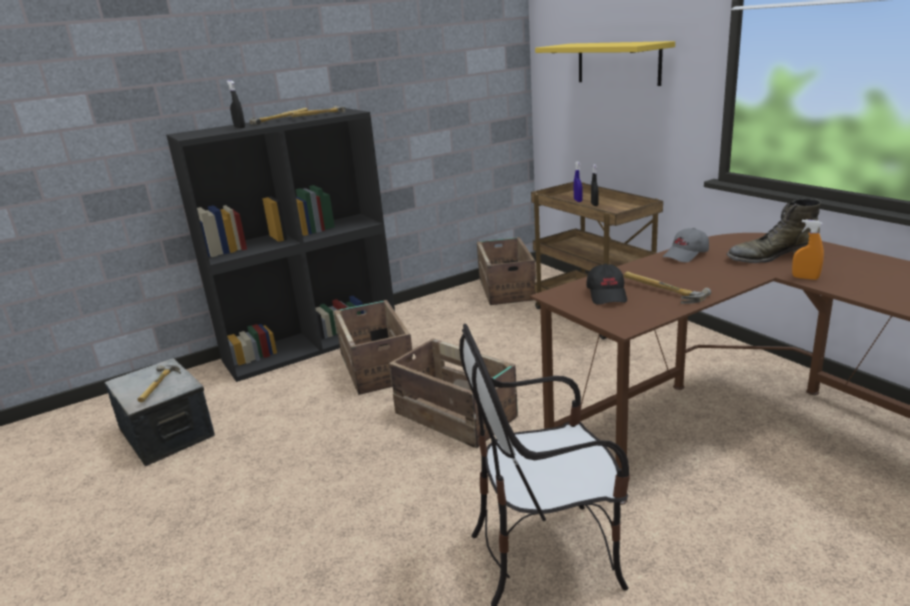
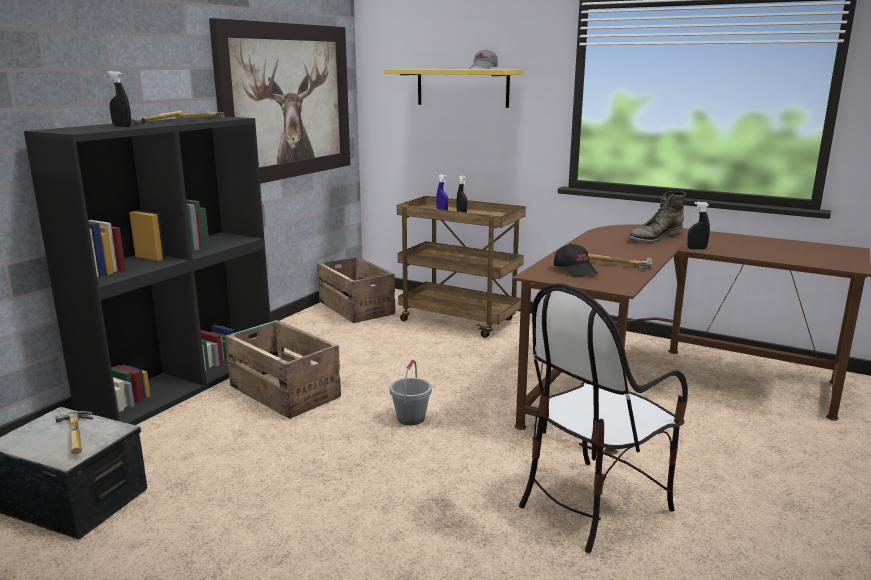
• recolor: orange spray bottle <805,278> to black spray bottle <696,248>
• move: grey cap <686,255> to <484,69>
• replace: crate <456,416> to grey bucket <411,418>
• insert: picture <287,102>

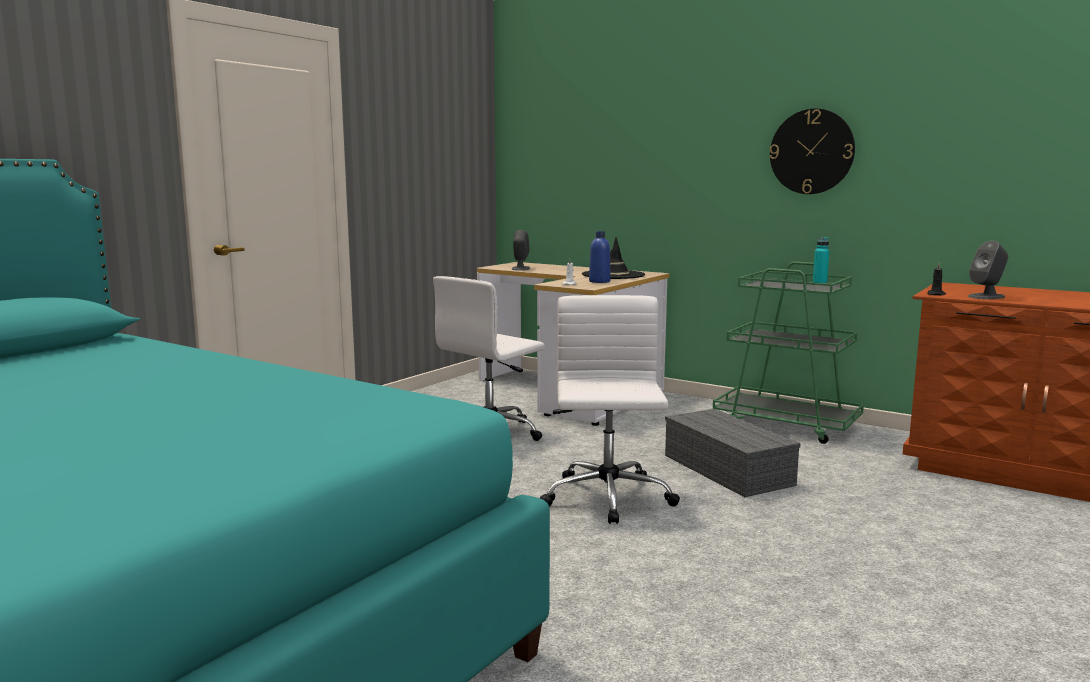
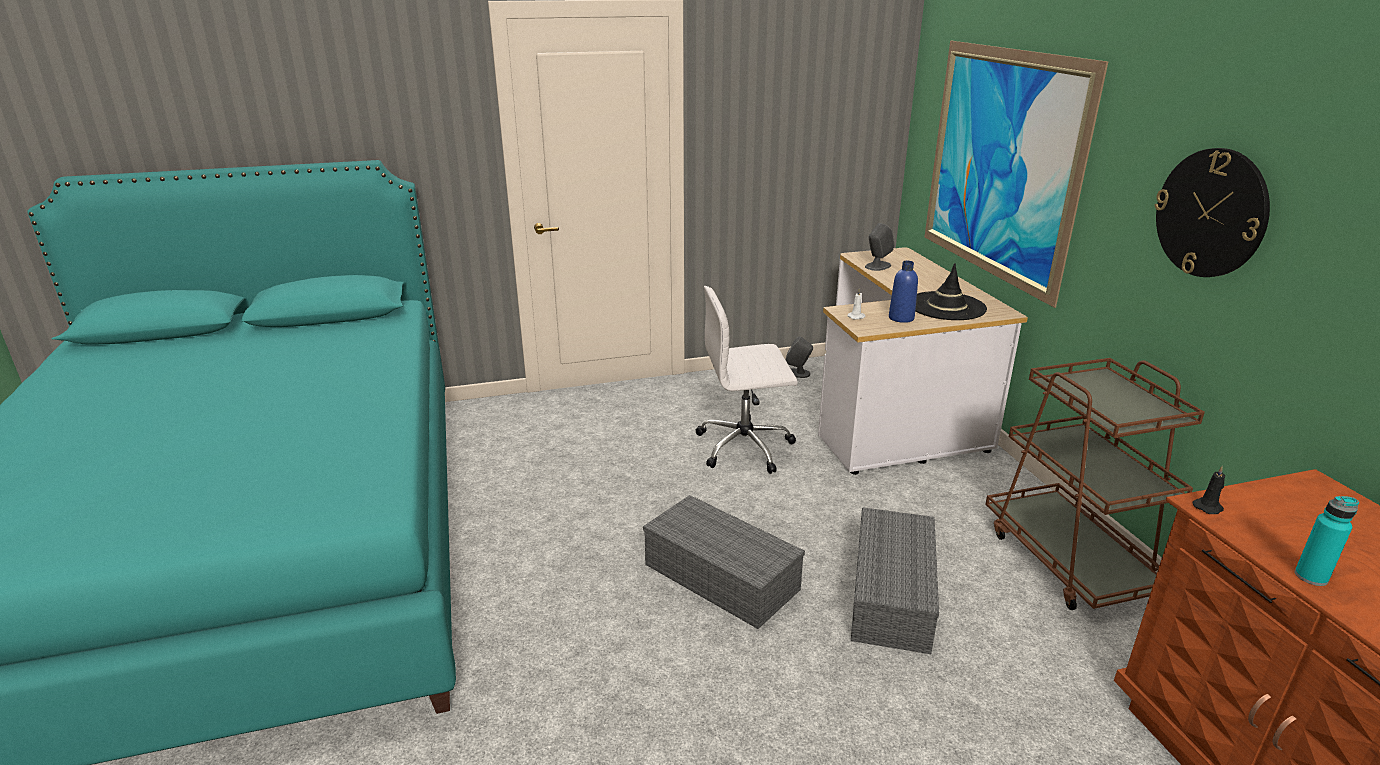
• move: turquoise bottle <819,284> to <1311,577>
• move: grey speaker <986,296> to <797,373>
• recolor: green cart <786,425> to brown cart <1069,560>
• replace: white office chair <607,499> to grey storage box <724,577>
• insert: picture <1000,165>

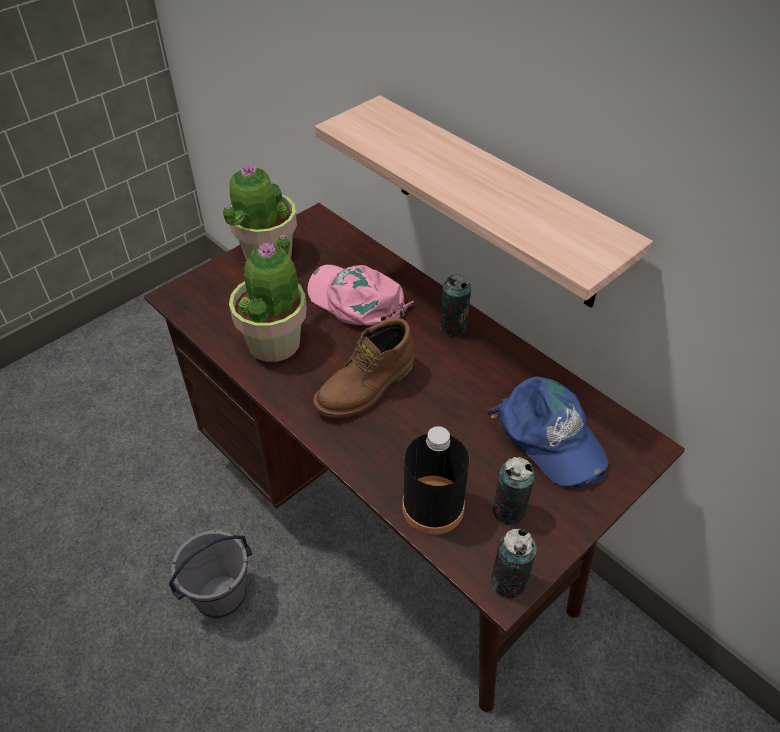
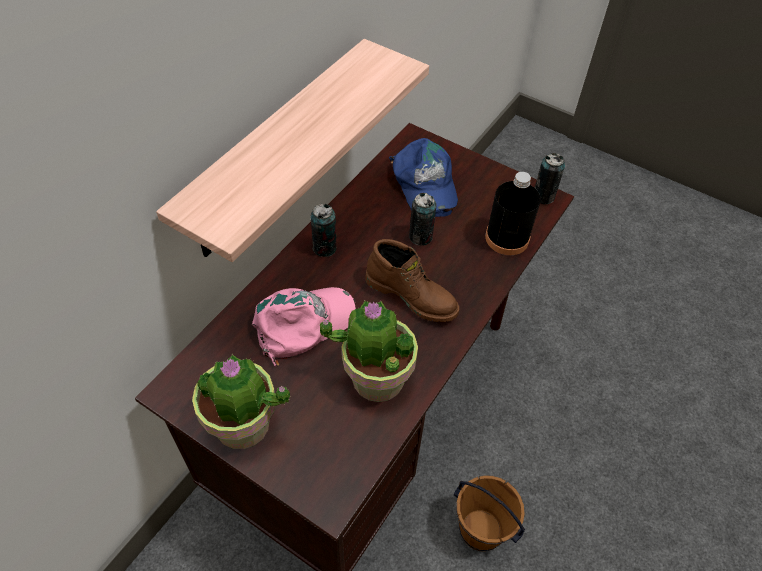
• rotate: pink cap <357,300> = <303,324> 150 degrees counterclockwise
• rotate: blue cap <549,438> = <424,184> 120 degrees clockwise
• move: can <508,511> to <420,237>
• recolor: grey bucket <221,596> to brown bucket <480,530>

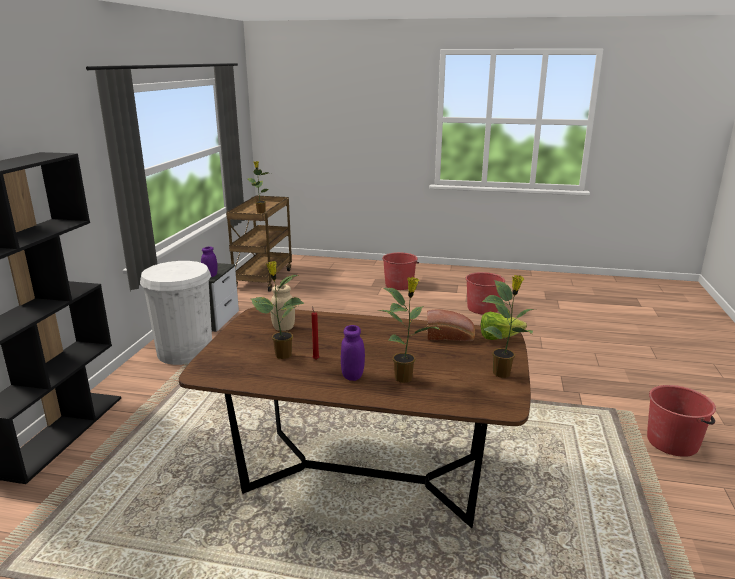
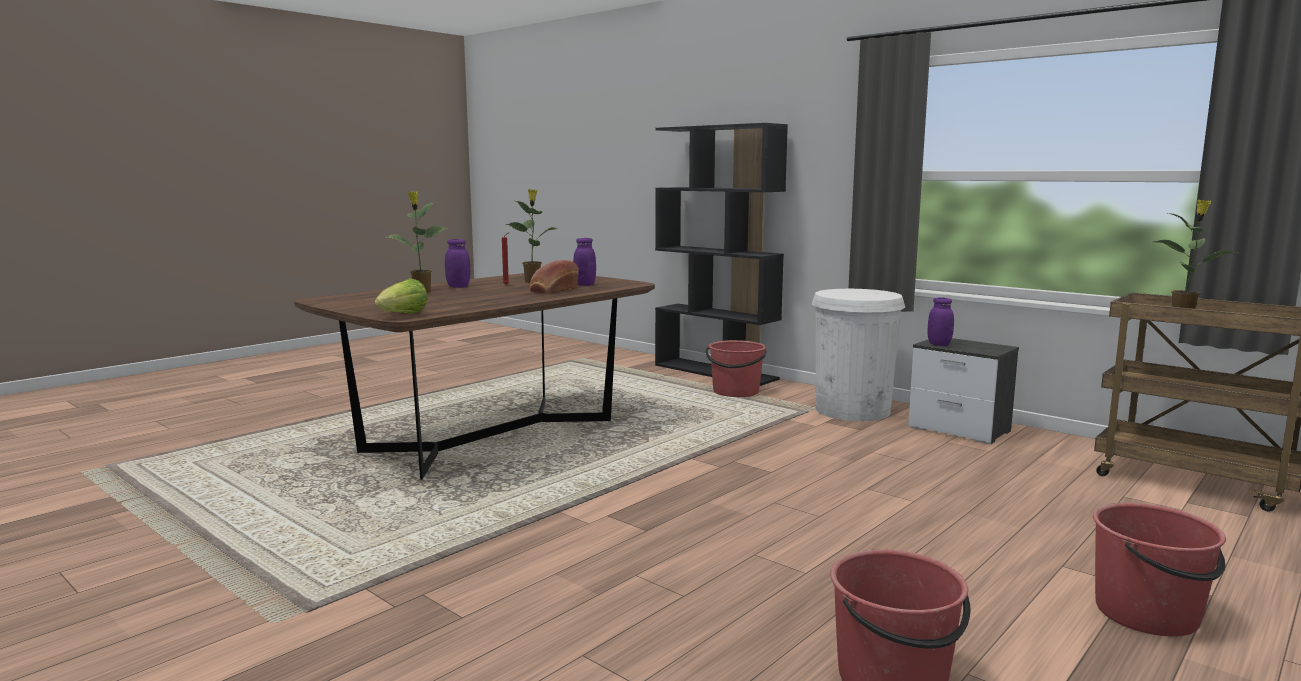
• delete: potted plant <503,373>
• recolor: beige jar <283,328> to purple jar <584,285>
• move: bread <450,336> to <553,290>
• move: red bucket <673,442> to <735,392>

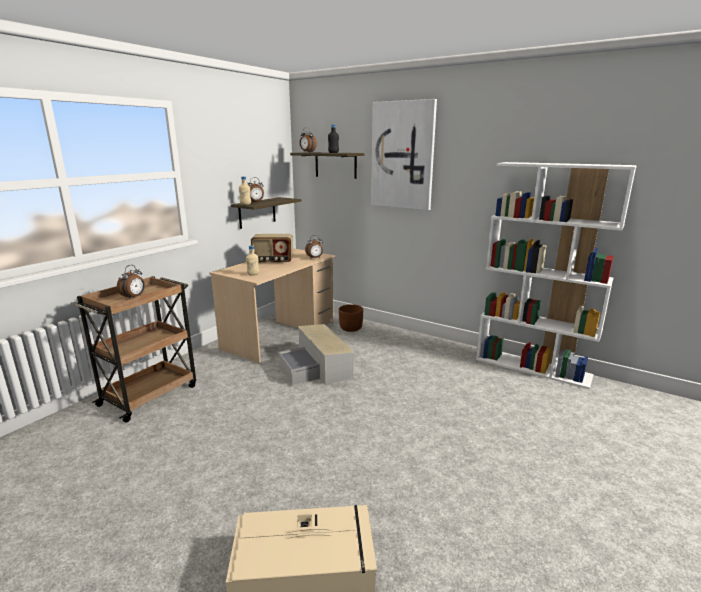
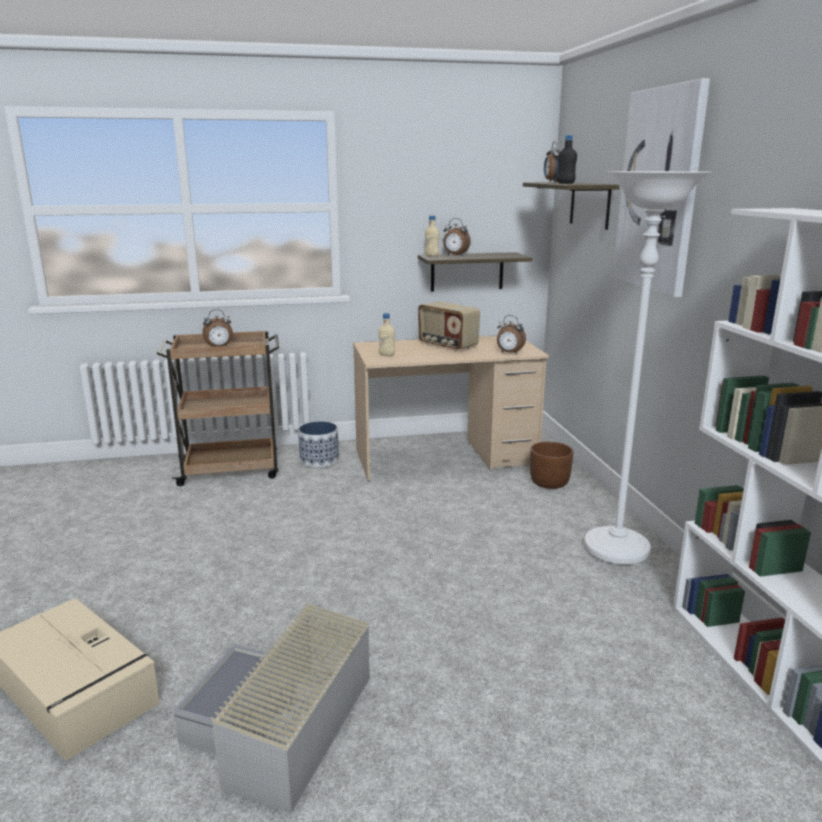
• move: grey storage box <317,367> to <280,725>
• insert: white floor lamp <616,549>
• insert: planter <319,460>

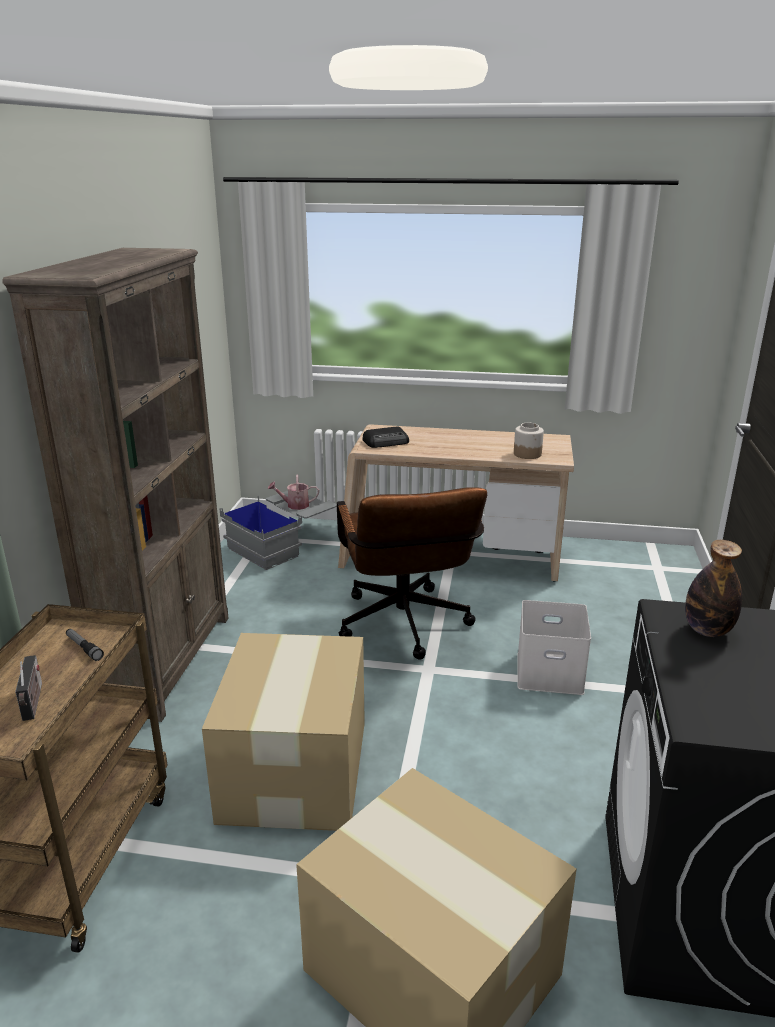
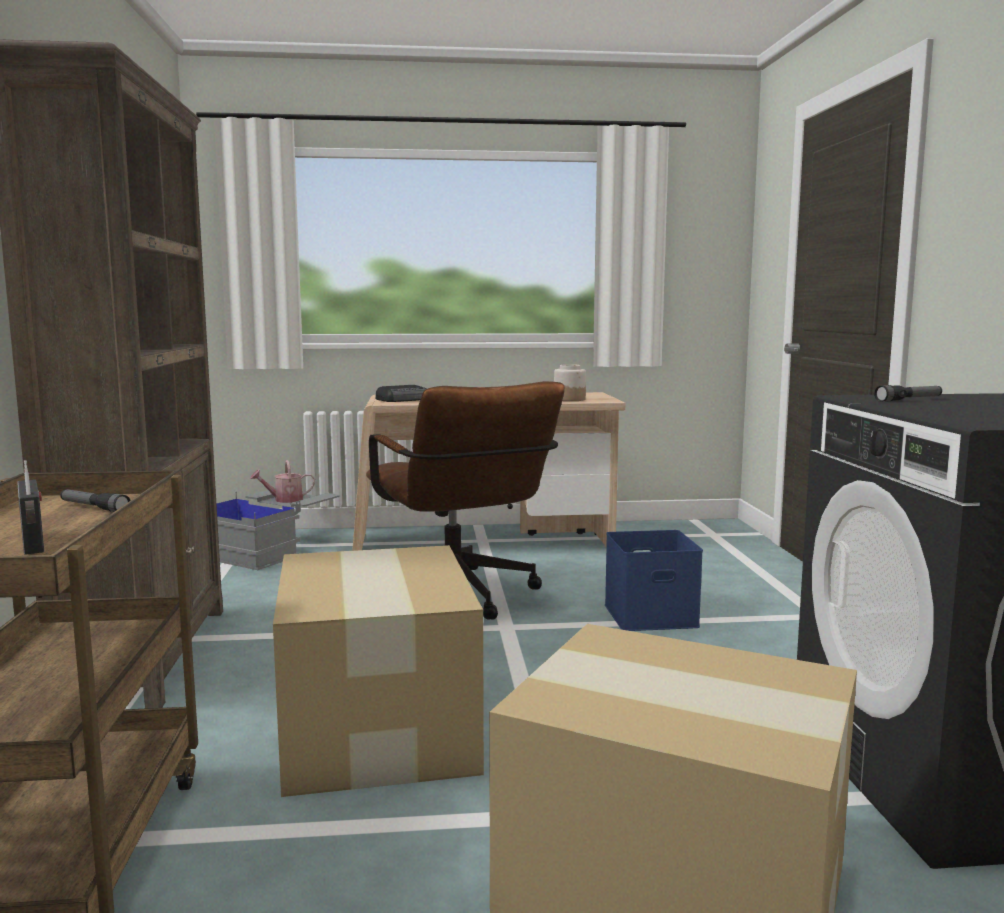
• replace: bottle <707,630> to flashlight <909,400>
• recolor: white storage box <551,672> to blue storage box <651,615>

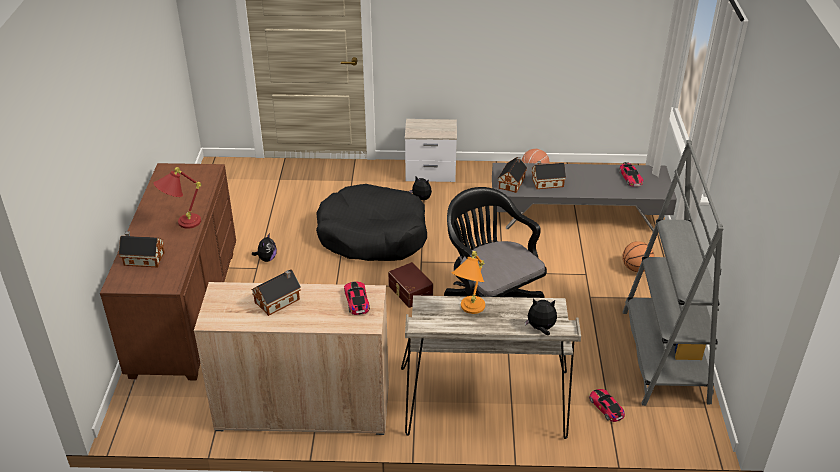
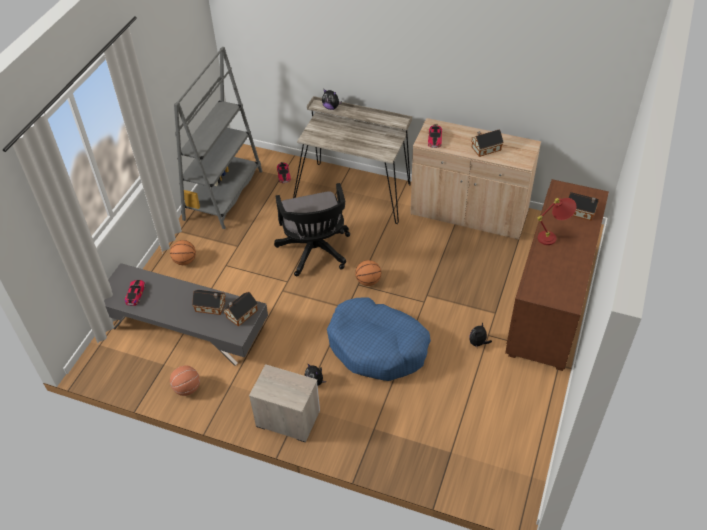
• recolor: black dog bed <372,235> to blue dog bed <377,347>
• delete: orange table lamp <468,311>
• replace: brown storage box <409,292> to basketball <368,281>

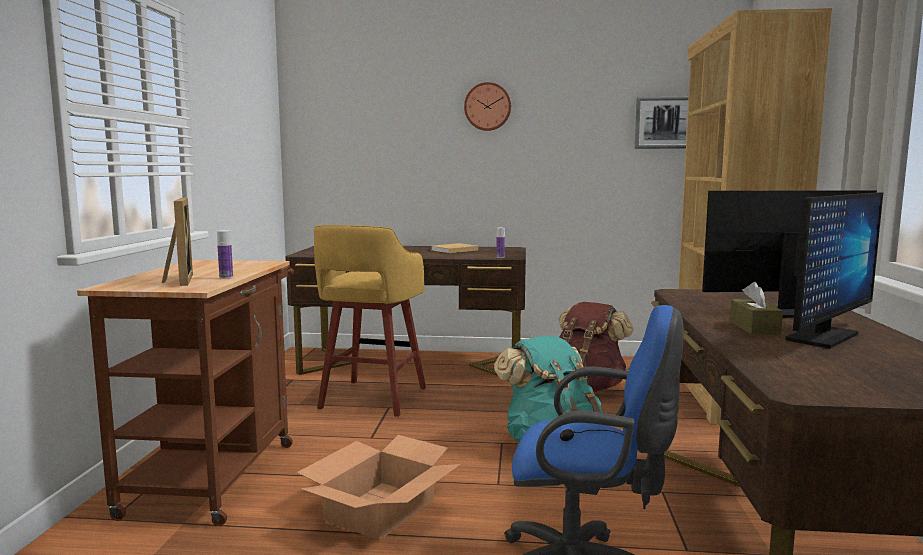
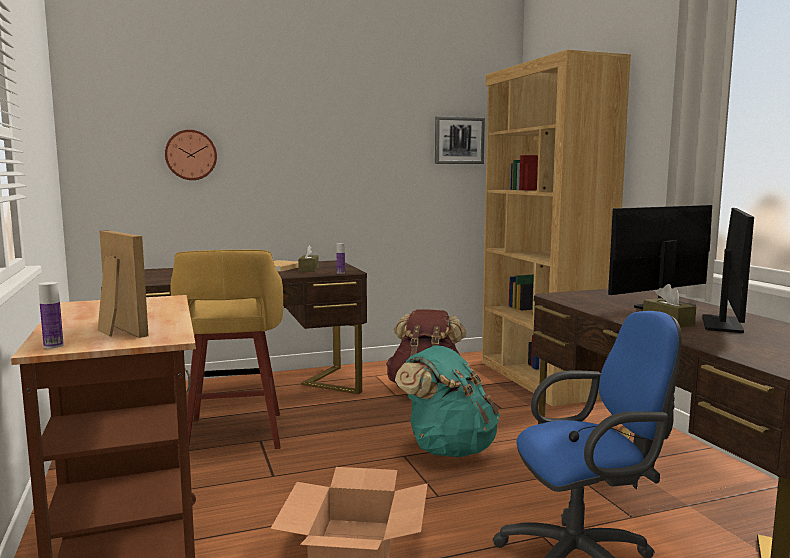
• move: wall clock <487,106> to <190,155>
• move: bottle <226,277> to <53,346>
• insert: brown tissue box <308,269>

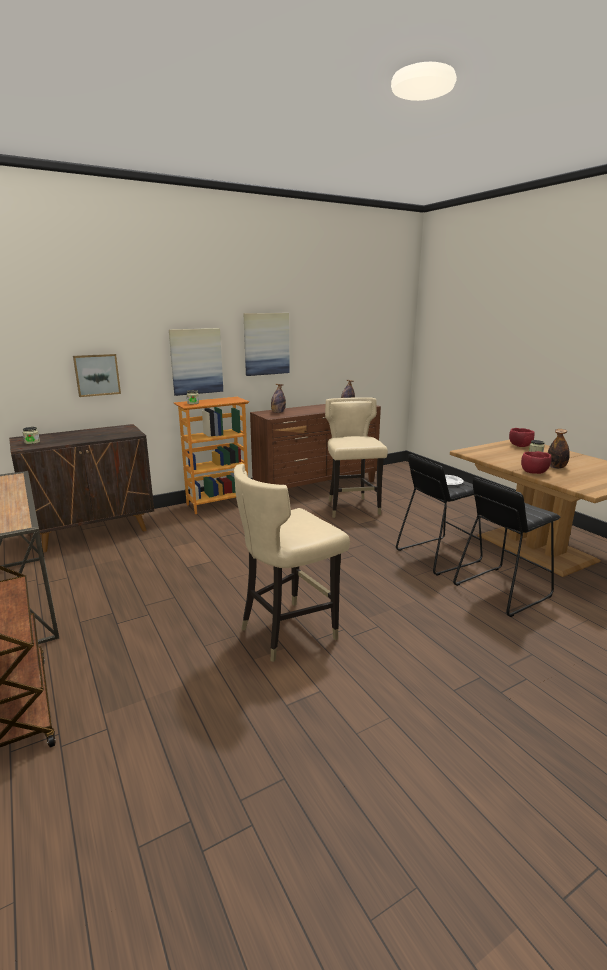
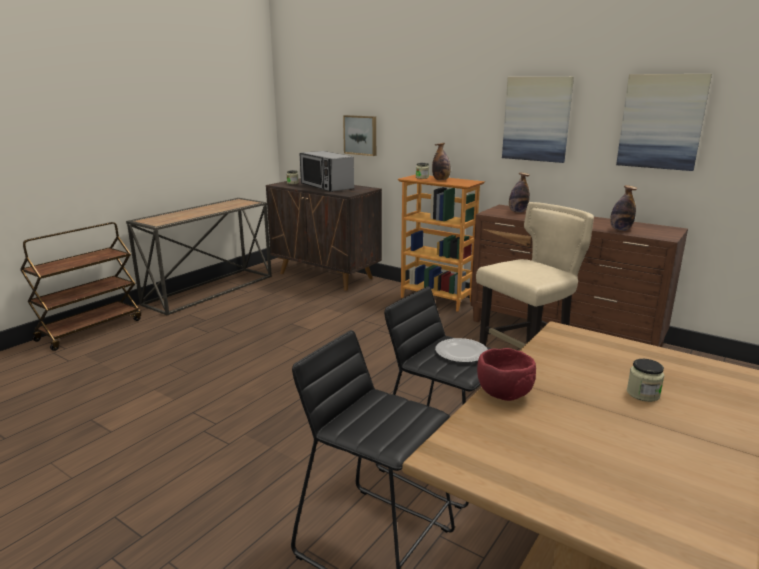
• move: picture <196,361> to <661,121>
• delete: red bowl <520,446>
• move: bottle <556,467> to <441,180>
• delete: beige chair <288,631>
• insert: microwave <326,186>

